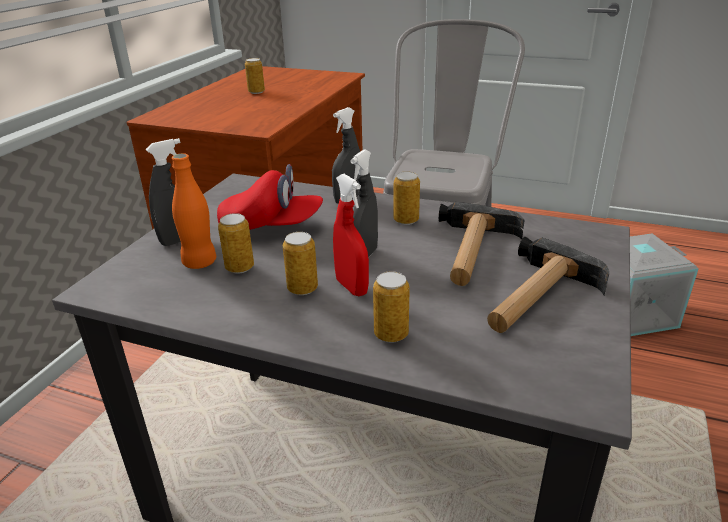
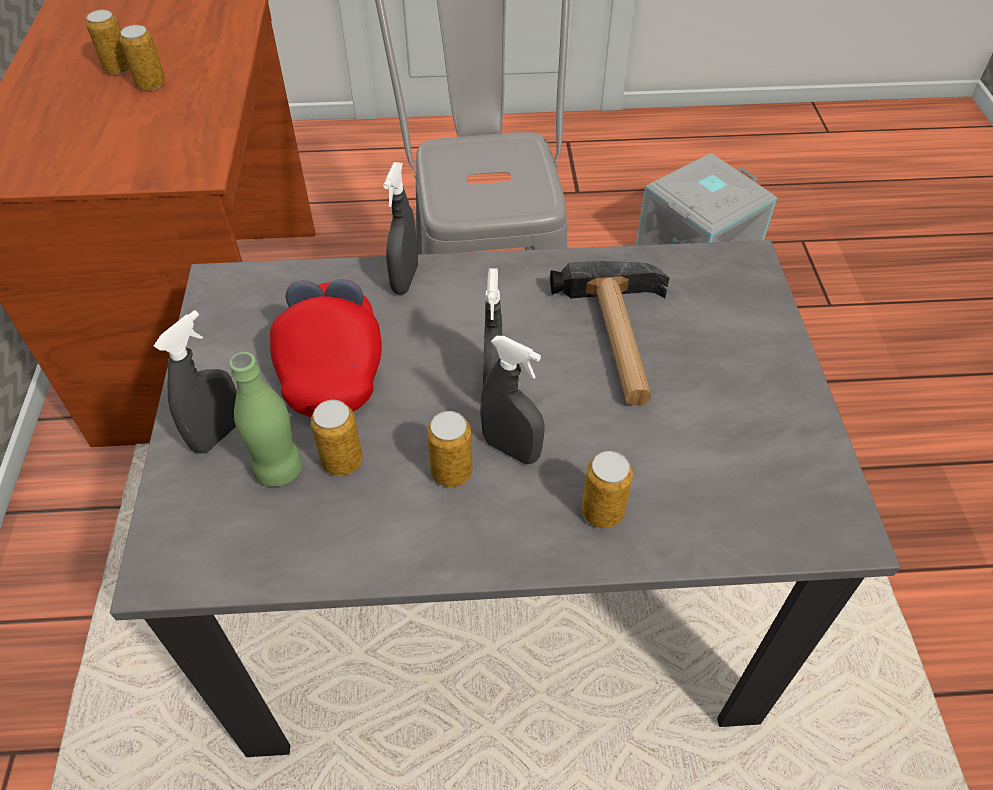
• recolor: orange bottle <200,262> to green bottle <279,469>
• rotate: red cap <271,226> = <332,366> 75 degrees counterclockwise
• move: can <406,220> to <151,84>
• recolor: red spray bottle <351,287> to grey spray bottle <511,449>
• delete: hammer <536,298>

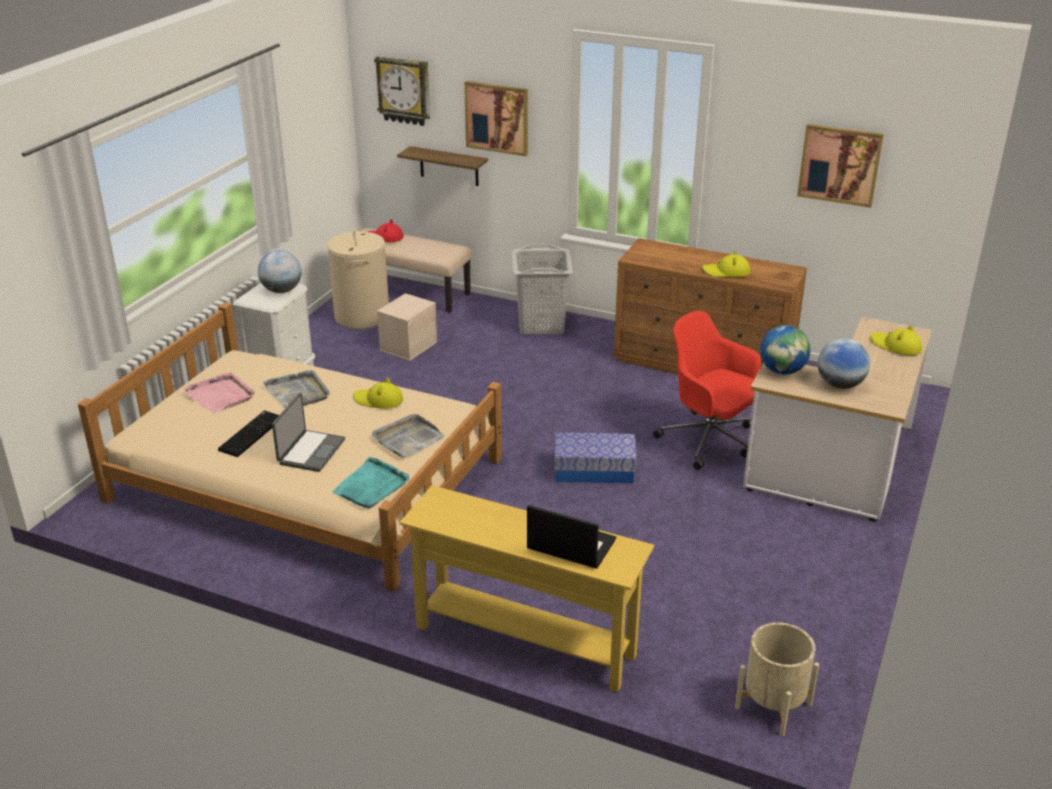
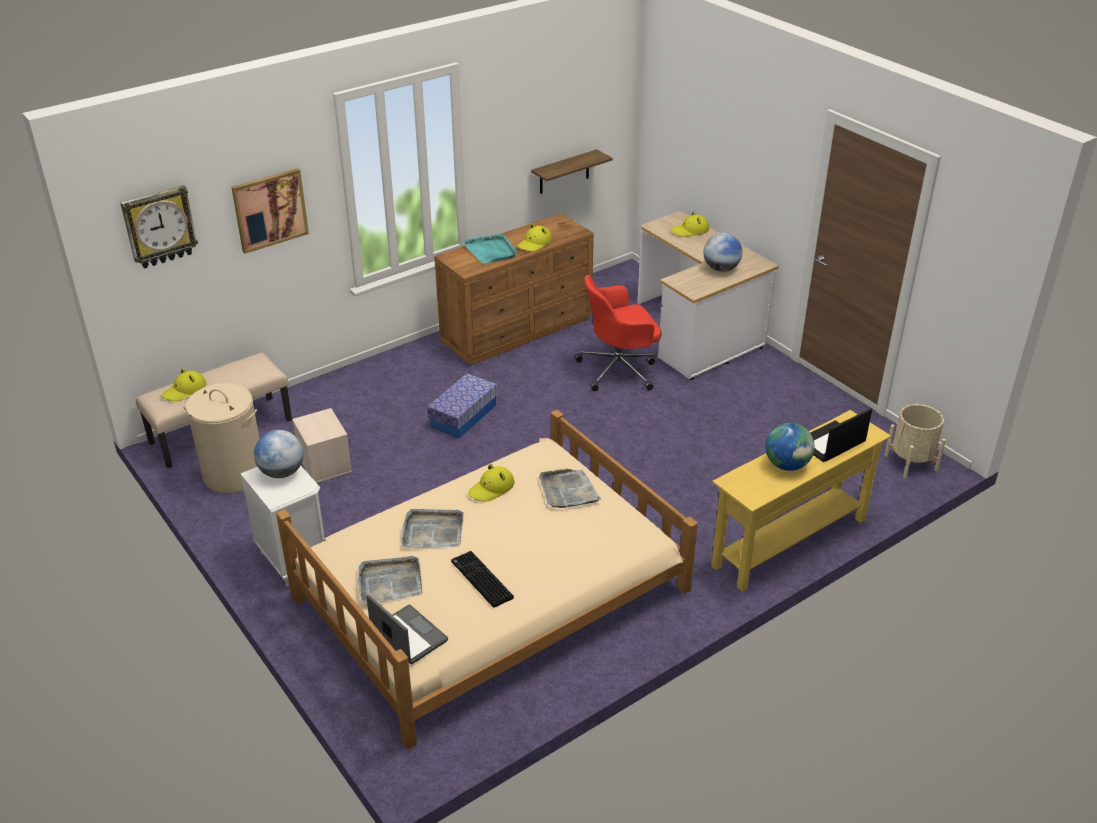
• delete: picture <839,165>
• move: shelf <449,166> to <564,172>
• recolor: red hat <384,238> to yellow hat <185,390>
• delete: grey laundry basket <541,325>
• move: globe <782,371> to <787,465>
• recolor: pink tray <221,395> to grey tray <389,582>
• move: laptop <310,451> to <408,636>
• move: storage box <594,470> to <463,416>
• move: turquoise tray <371,486> to <491,251>

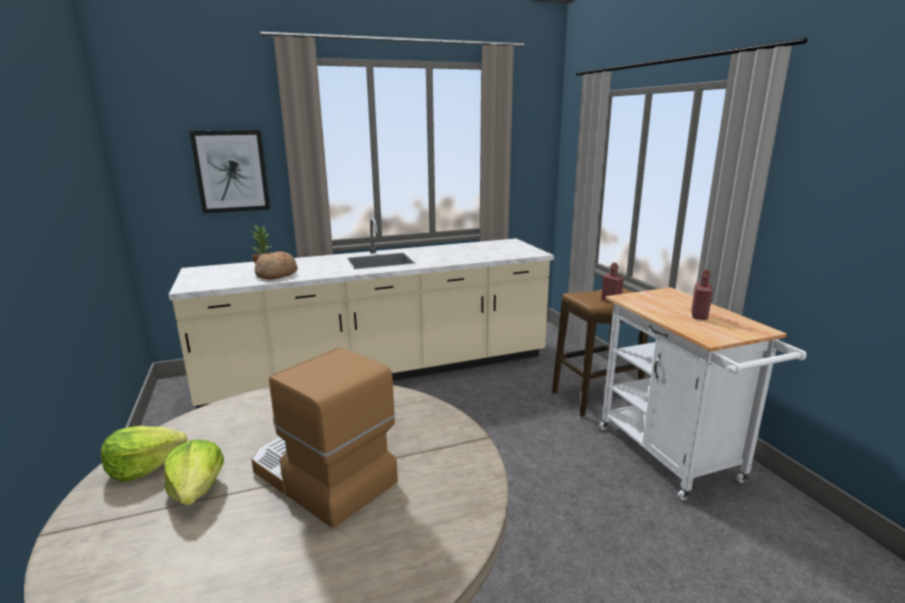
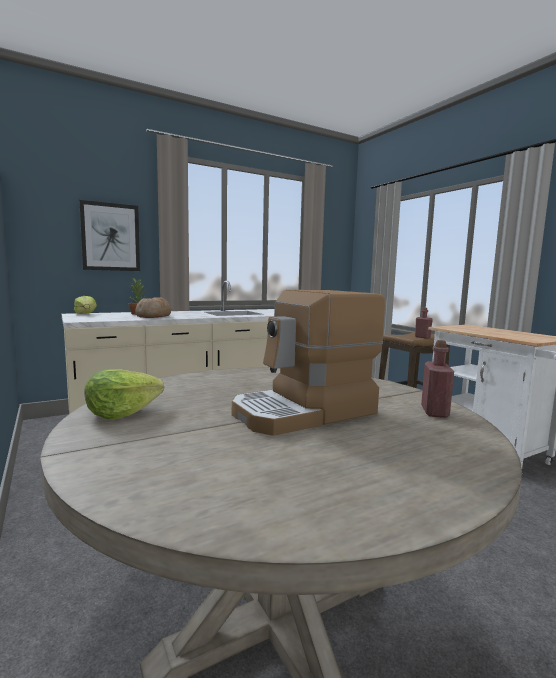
• move: red bottle <699,316> to <434,412>
• rotate: coffee machine <320,477> = <305,412> 60 degrees counterclockwise
• move: lettuce <197,490> to <86,314>

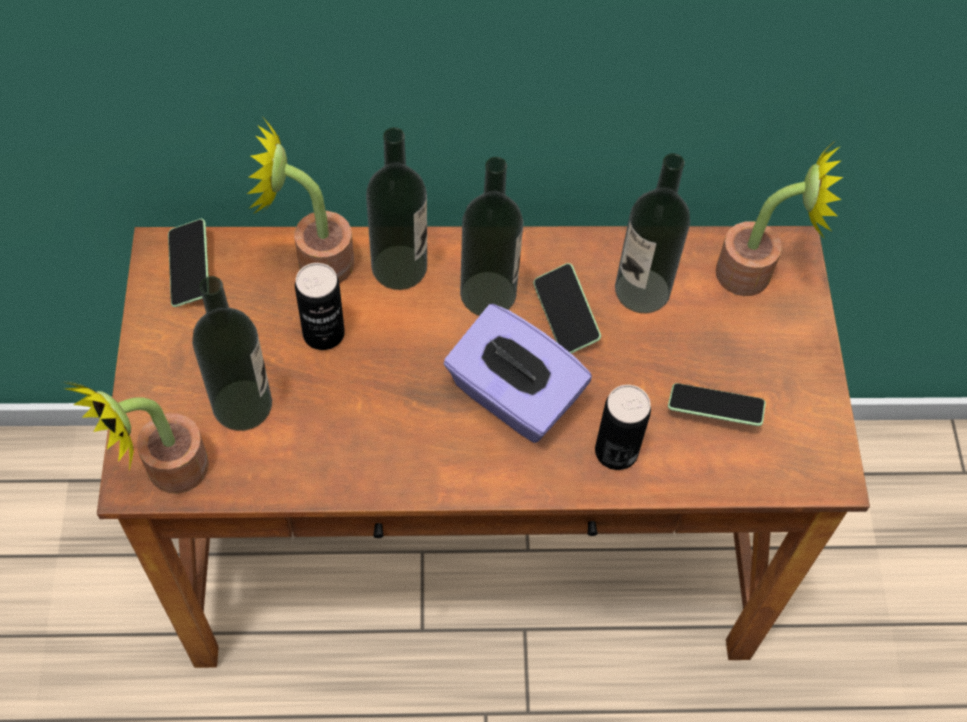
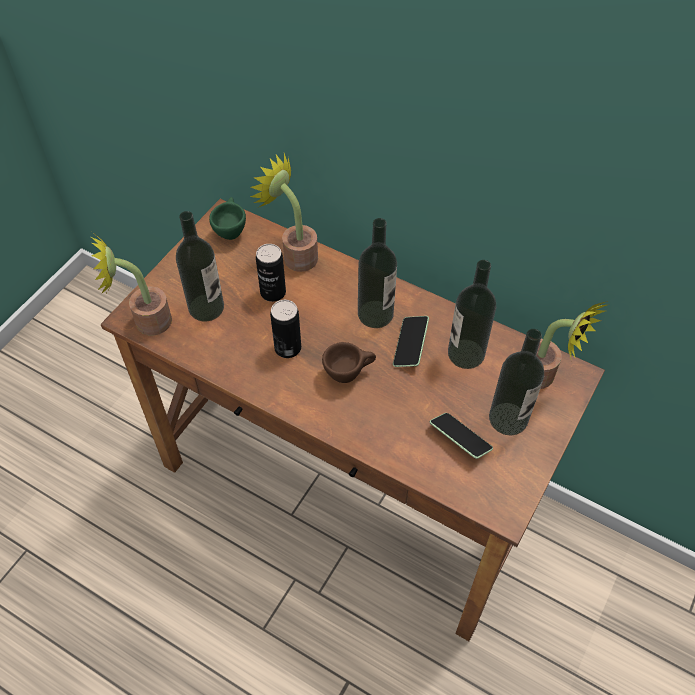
• move: bottle <399,267> to <508,419>
• replace: phone <190,270> to green cup <230,231>
• replace: purple tissue box <513,397> to brown cup <349,373>
• move: can <616,451> to <288,348>

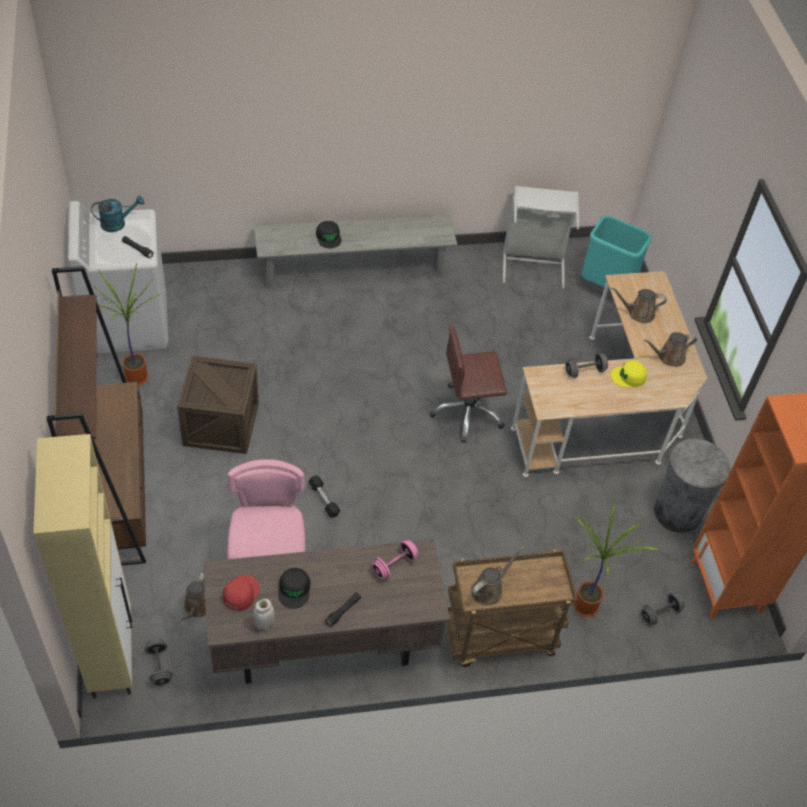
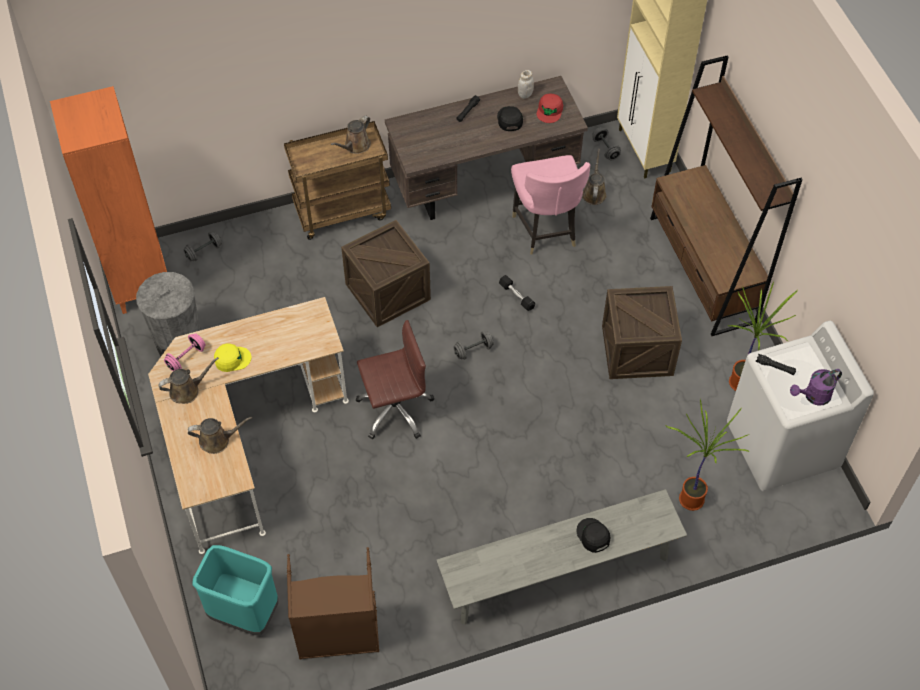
• recolor: grey laundry basket <533,262> to brown laundry basket <338,635>
• recolor: turquoise watering can <118,223> to purple watering can <813,396>
• move: grey dumbbell <584,371> to <473,350>
• move: potted plant <587,607> to <689,499>
• move: pink dumbbell <394,565> to <186,358>
• insert: crate <387,292>

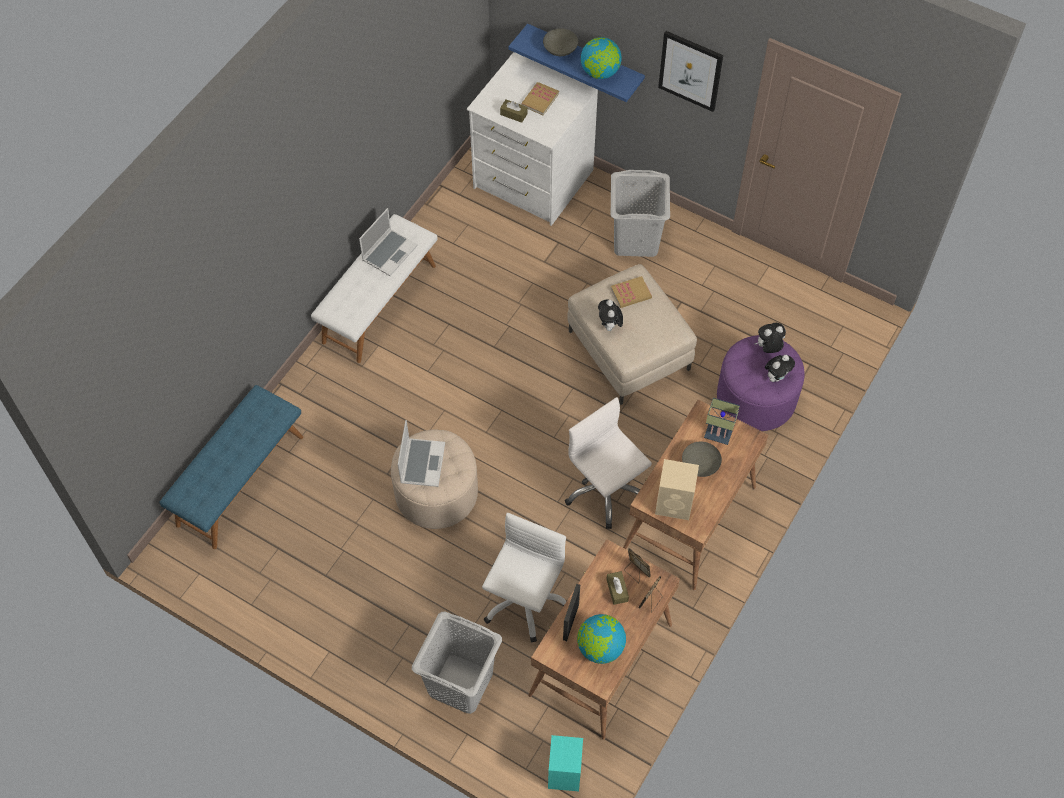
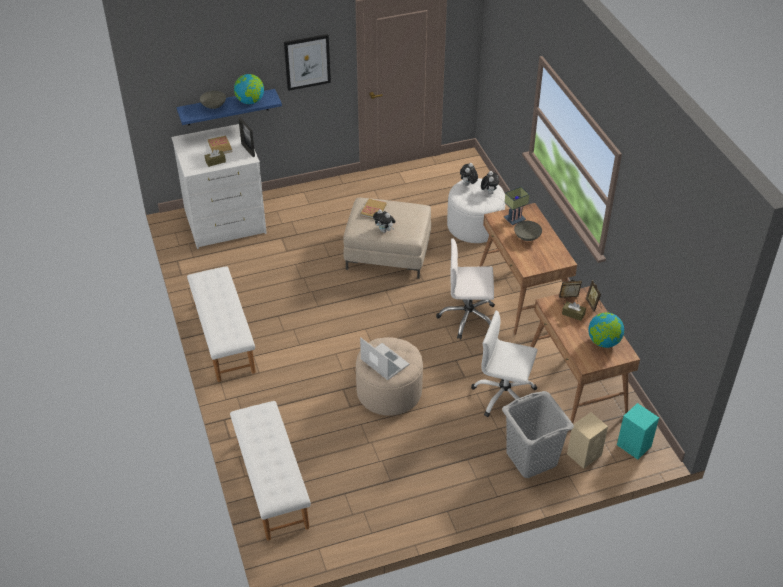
• delete: grey laundry basket <636,239>
• delete: laptop <389,252>
• recolor: purple ottoman <756,398> to white ottoman <474,226>
• recolor: blue bench <240,480> to white bench <271,483>
• move: beige speaker <675,504> to <584,454>
• rotate: white office chair <524,600> = <504,396> 45 degrees counterclockwise
• move: picture frame <571,622> to <248,150>

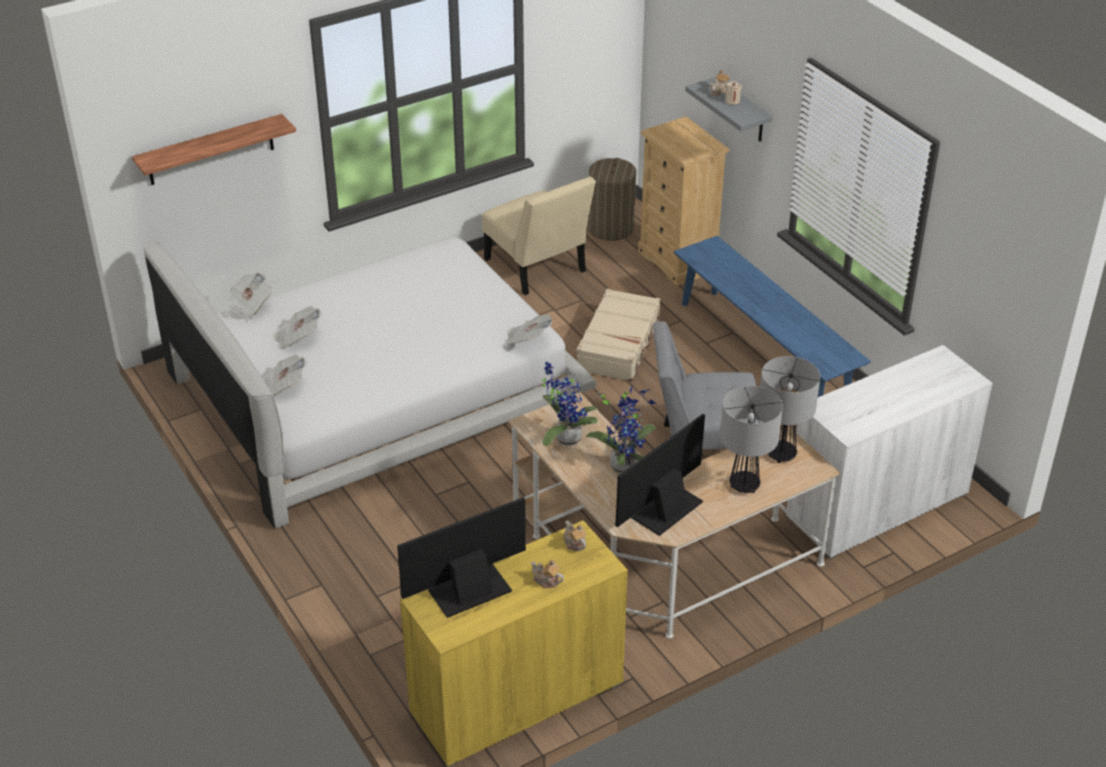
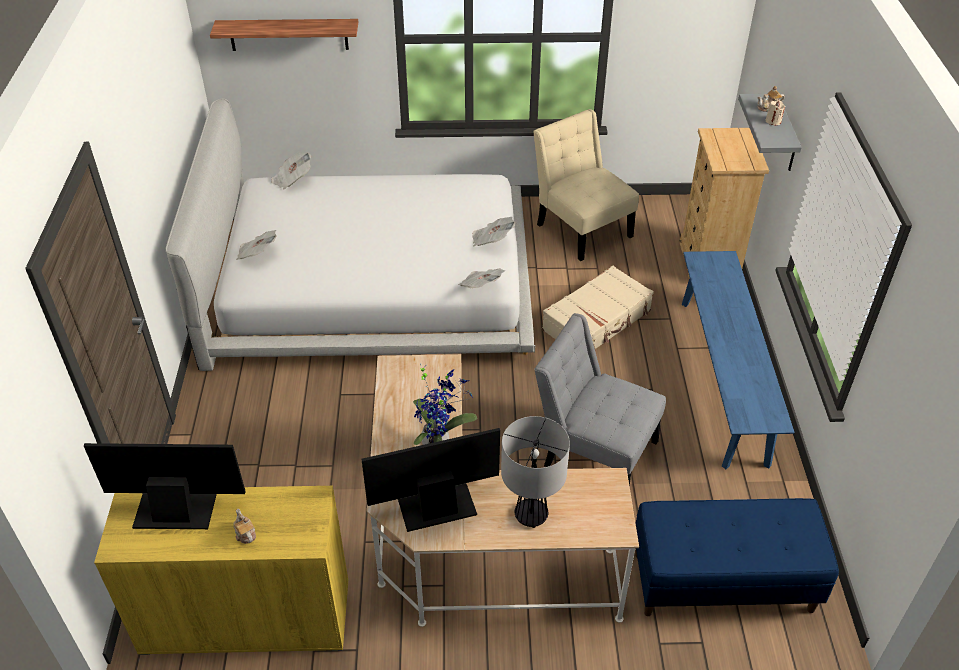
• delete: laundry basket <611,228>
• rotate: beige chair <537,268> = <581,227> 150 degrees clockwise
• move: newspaper <298,337> to <491,241>
• replace: white cabinet <877,505> to blue bench <722,582>
• delete: table lamp <781,454>
• delete: potted plant <565,437>
• delete: teapot <574,543>

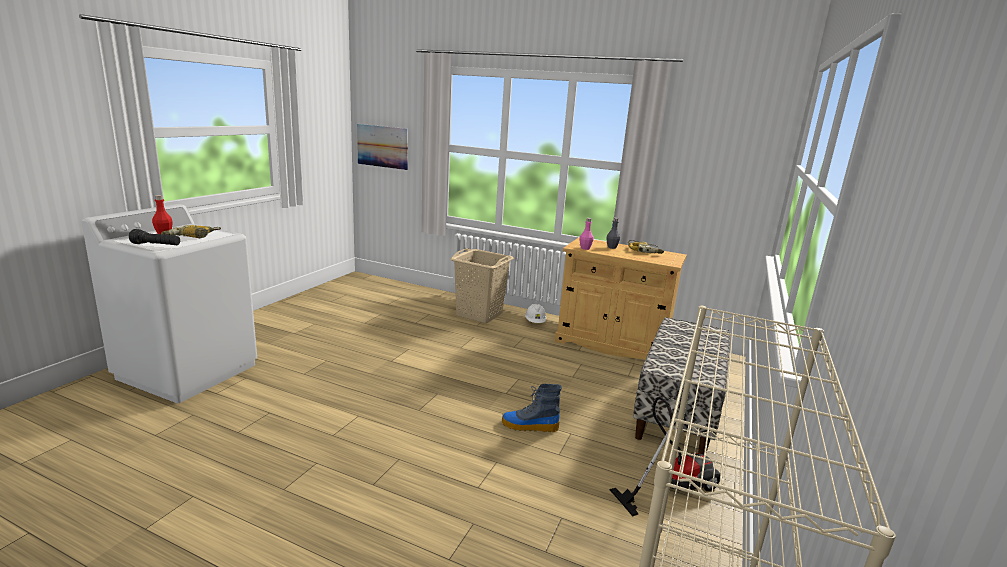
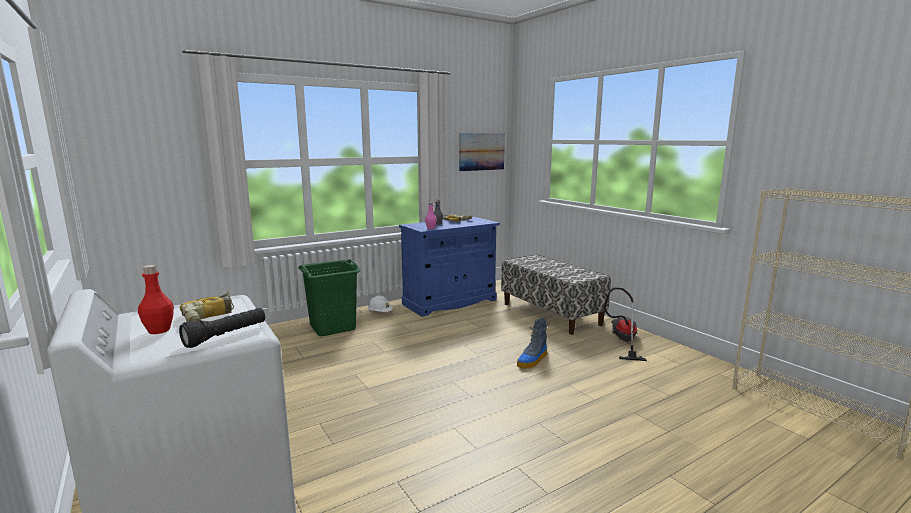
• move: picture <382,146> to <482,152>
• recolor: beige cabinet <612,344> to blue cabinet <450,302>
• recolor: beige laundry basket <479,315> to green laundry basket <333,327>

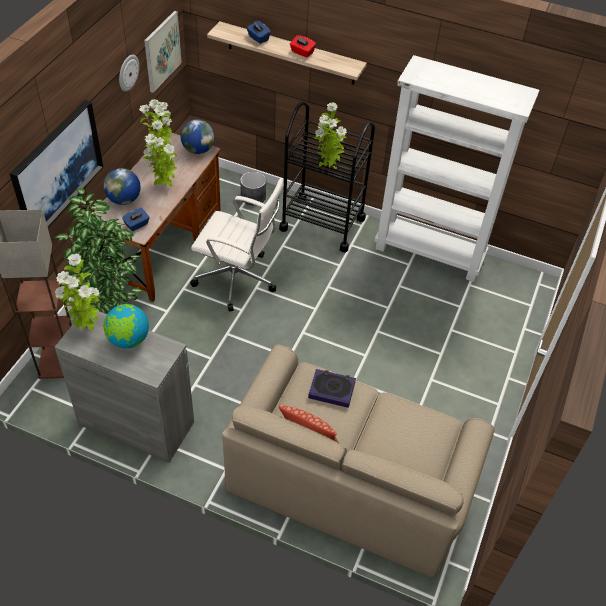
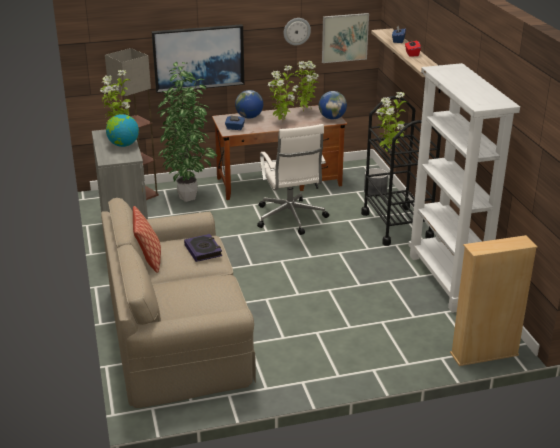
• insert: beige bookcase <484,354>

